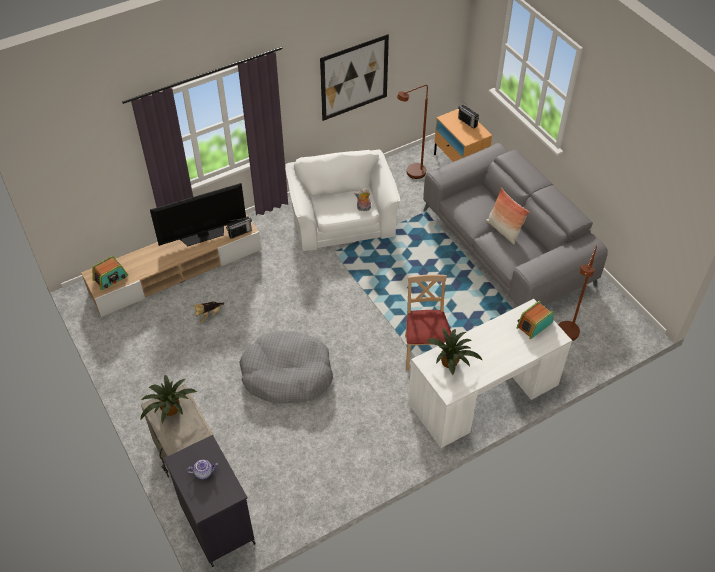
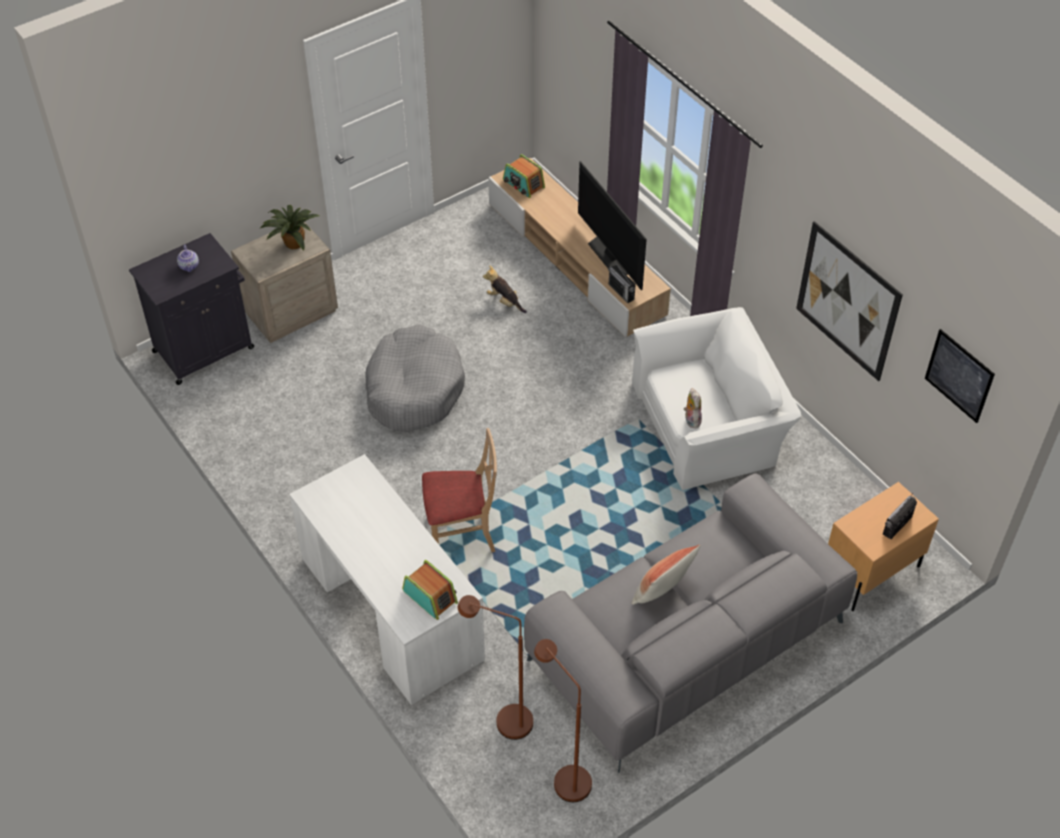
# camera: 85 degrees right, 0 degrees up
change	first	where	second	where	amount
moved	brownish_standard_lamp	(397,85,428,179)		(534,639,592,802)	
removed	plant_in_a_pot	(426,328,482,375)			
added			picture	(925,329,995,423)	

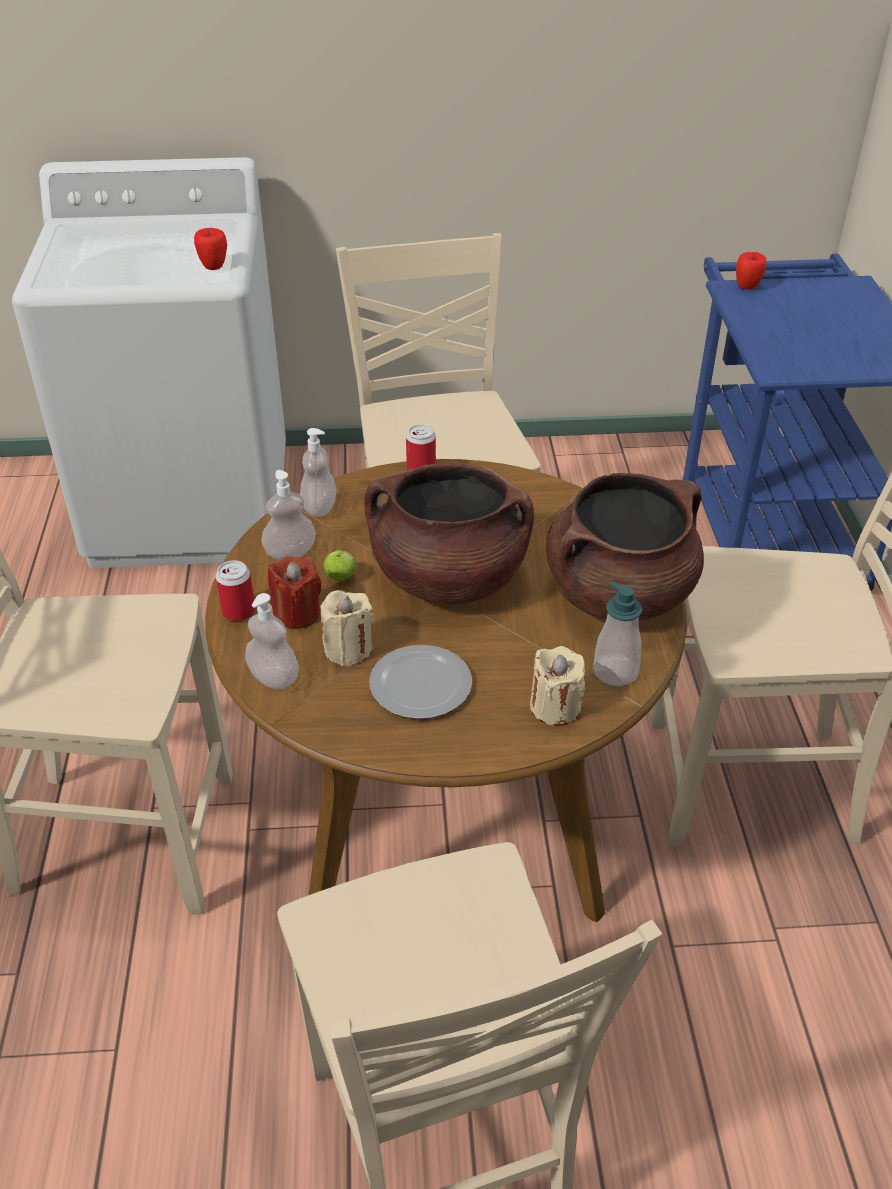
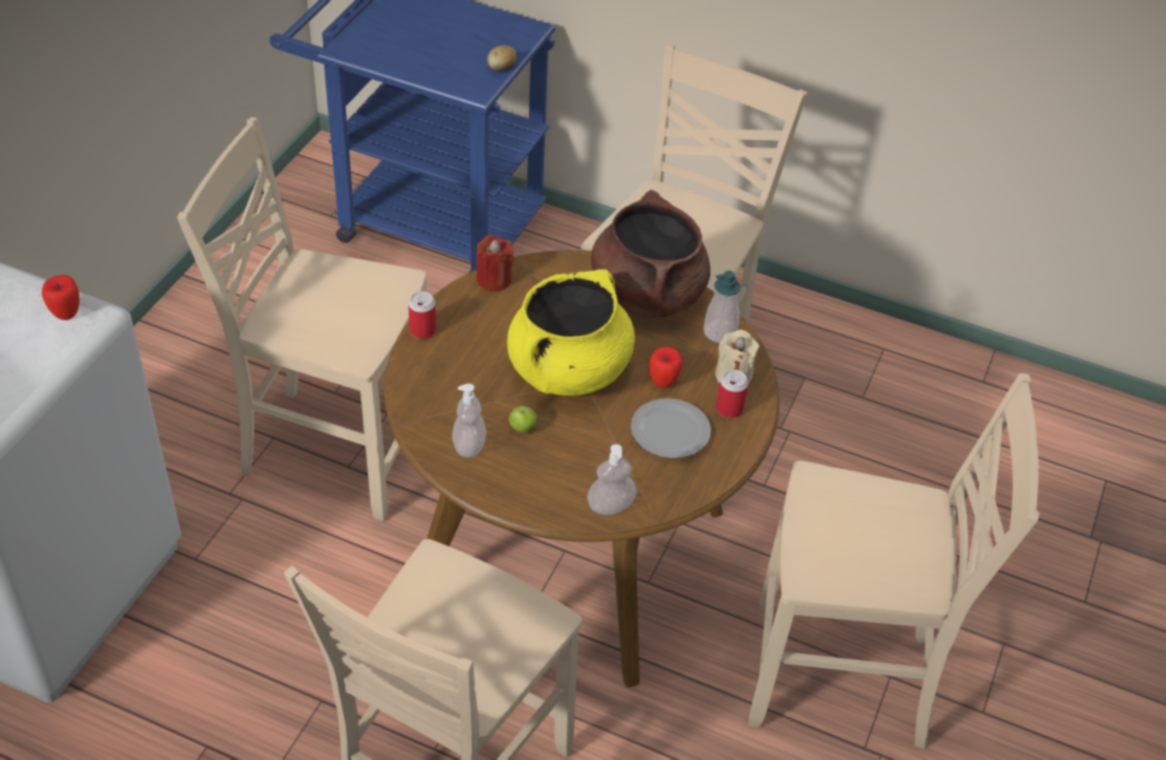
# camera: 65 degrees left, 5 degrees up
change	first	where	second	where	amount
moved	metal_can	(215,560,255,621)		(716,369,748,418)	
moved	red_candle	(268,556,321,629)		(476,235,514,291)	
removed	soap_bottle	(300,428,336,517)			
removed	beige_candle	(321,590,373,666)			
recoloured	brownish_stockpot	(364,462,534,604)	yellowish_stockpot	(507,269,635,396)	
moved	whole_apple	(736,252,767,289)		(649,347,683,388)	
added			spud	(487,45,516,70)	

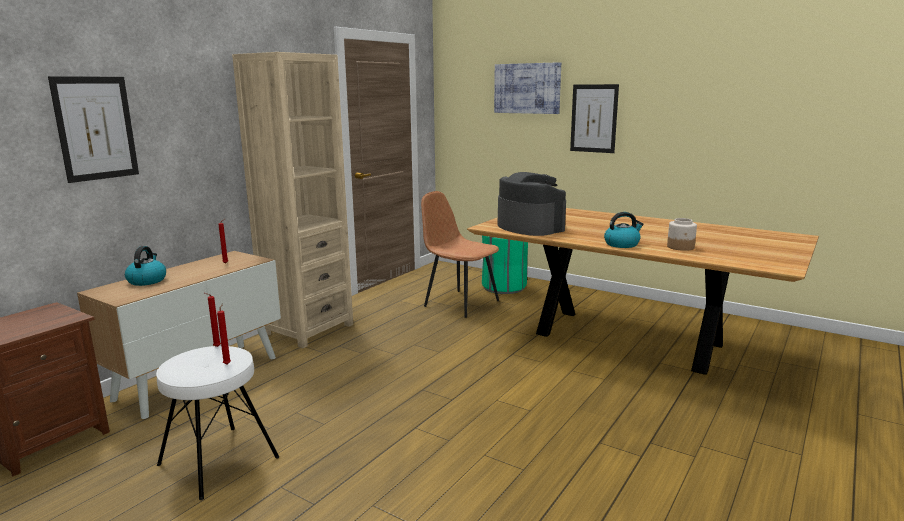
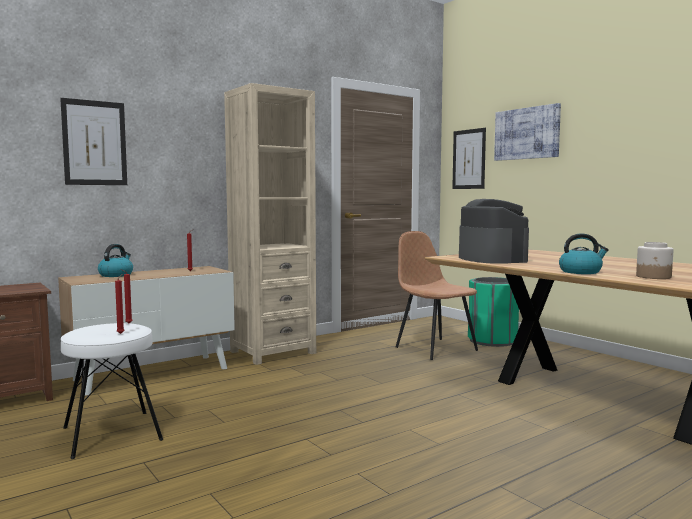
# camera: 20 degrees right, 10 degrees down
change	first	where	second	where	amount
moved	picture	(570,84,619,153)		(452,128,486,189)	

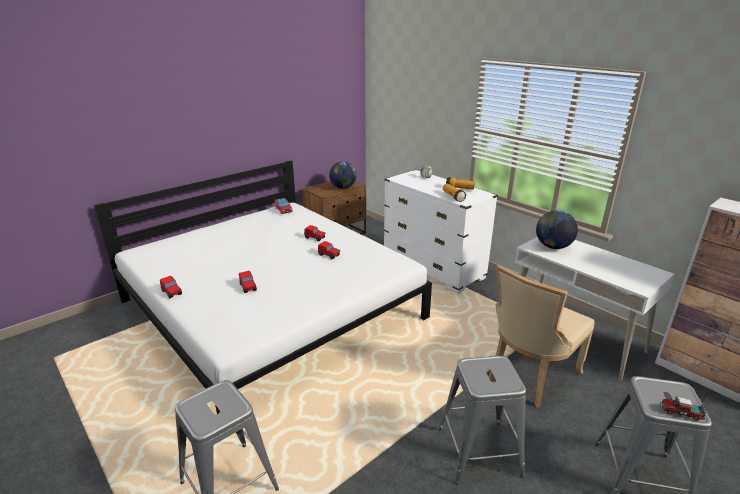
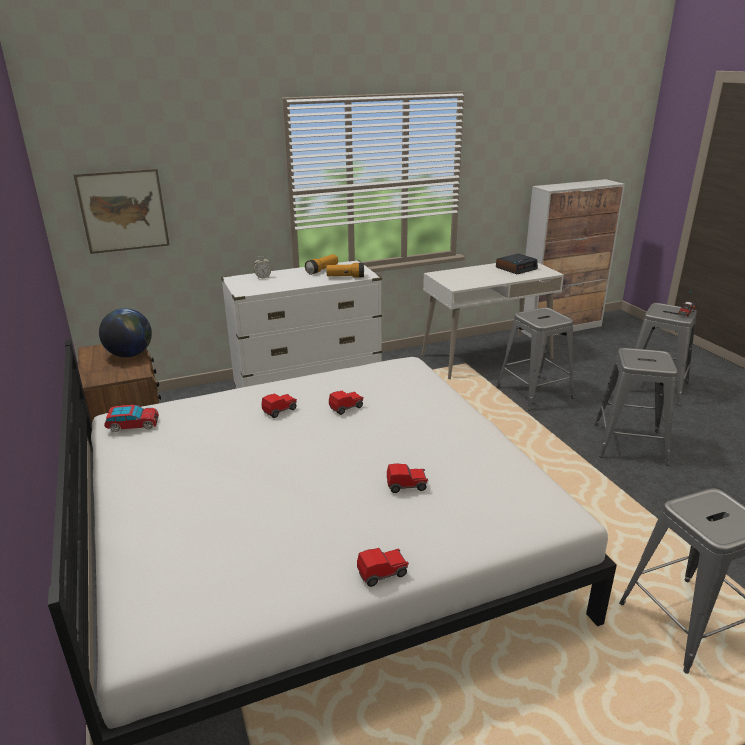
# camera: 70 degrees left, 0 degrees up
change	first	where	second	where	amount
replaced	beige_upright_chair	(488,265,594,407)	greyish_stool_seat	(496,307,574,411)	
removed	world_globe	(536,210,578,249)			
added			picture	(73,169,170,254)	
added			table_clock	(496,254,538,274)	

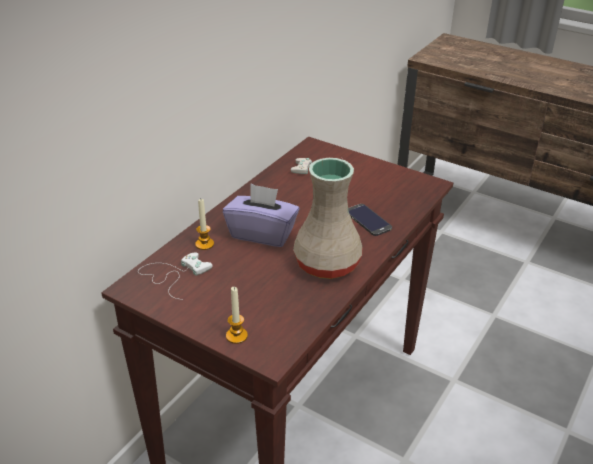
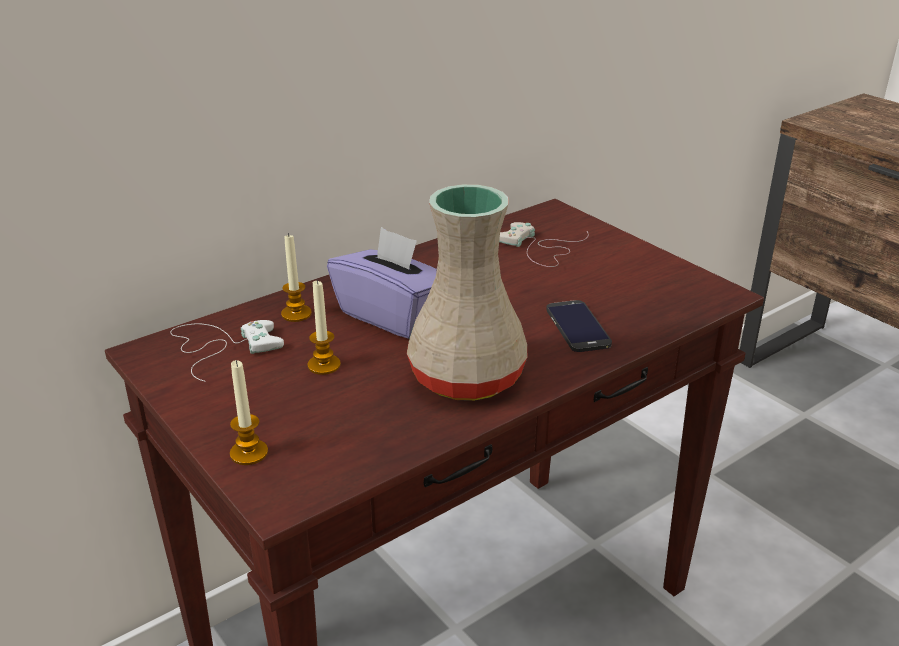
# camera: 20 degrees right, 5 degrees down
change	first	where	second	where	amount
added			candle	(308,280,341,375)	

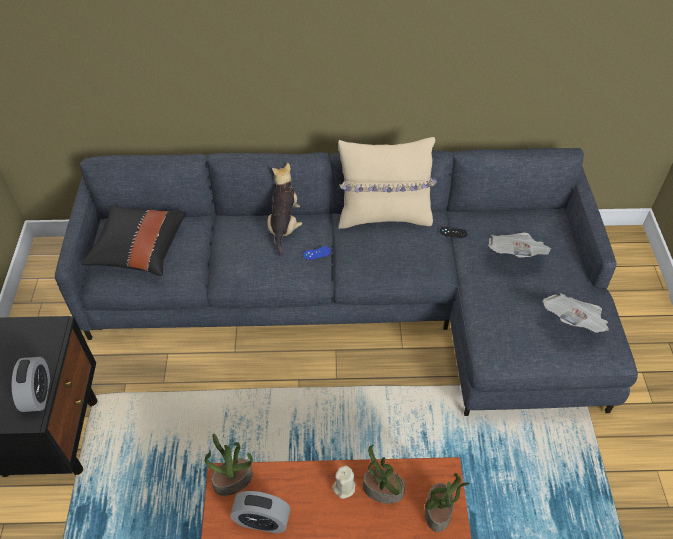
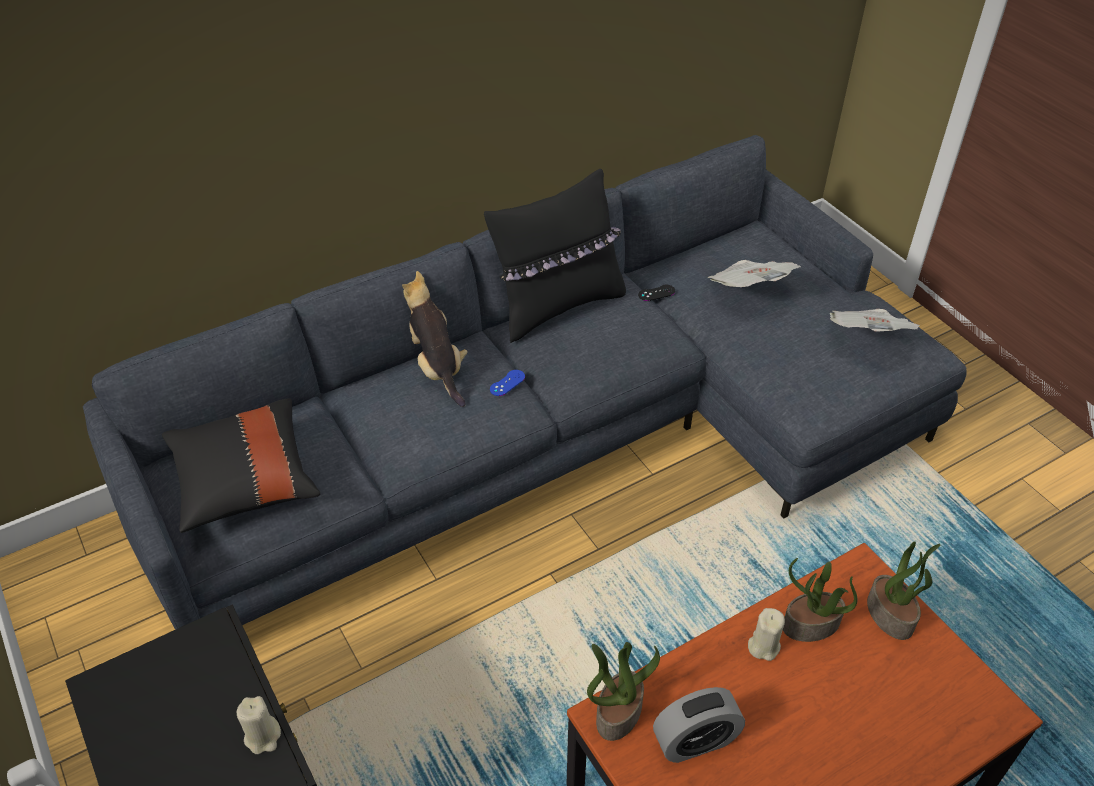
# camera: 30 degrees left, 5 degrees down
change	first	where	second	where	amount
replaced	table_clock	(12,357,50,412)	beige_candle	(237,696,281,754)	
recoloured	beige_cushion	(338,137,437,229)	blackish_cushion	(484,169,626,343)	

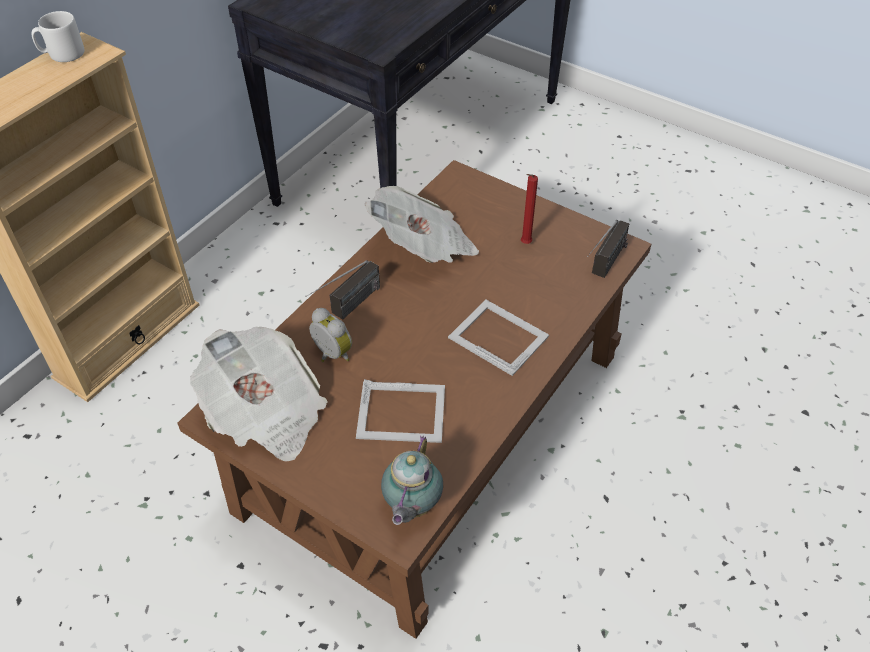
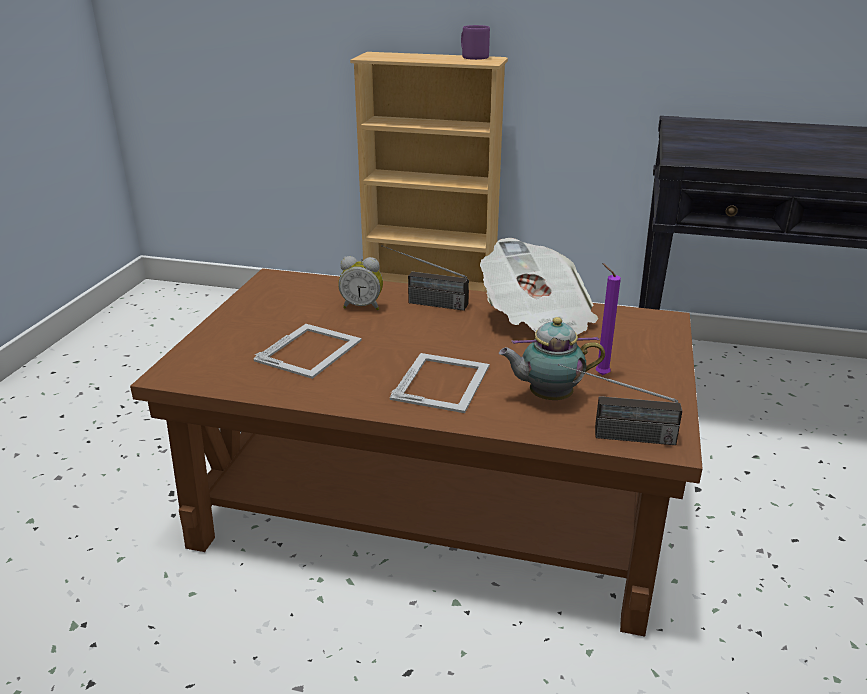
# camera: 70 degrees right, 20 degrees down
change	first	where	second	where	amount
recoloured	greyish_tea_mug	(31,11,84,62)	purple-coloured_tea_mug	(461,25,490,60)	
removed	newspaper	(190,327,328,462)			
turned	table_clock	(309,308,352,362)		(338,256,383,311)	75 degrees clockwise
turned	picture_frame	(356,379,445,443)		(253,324,362,379)	135 degrees counterclockwise
moved	tea_pot	(381,436,443,525)		(499,317,605,400)	
recoloured	red_candle	(521,174,538,244)	purple-coloured_candle	(596,263,621,375)	

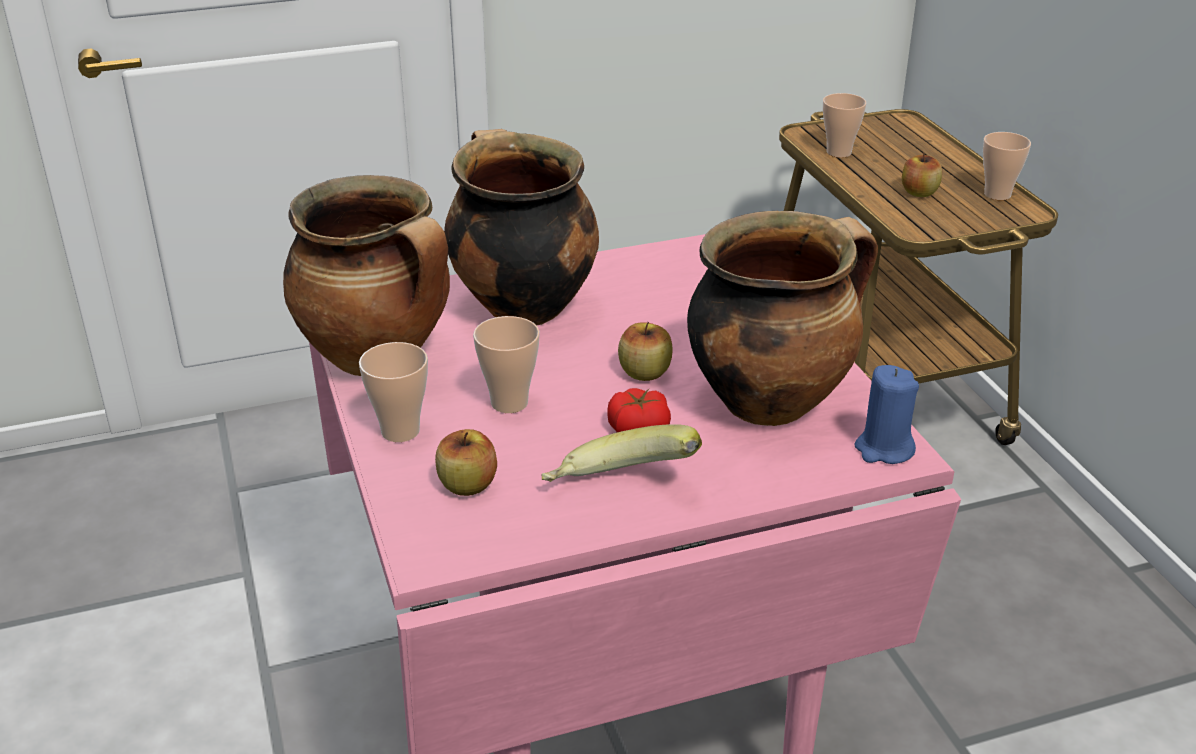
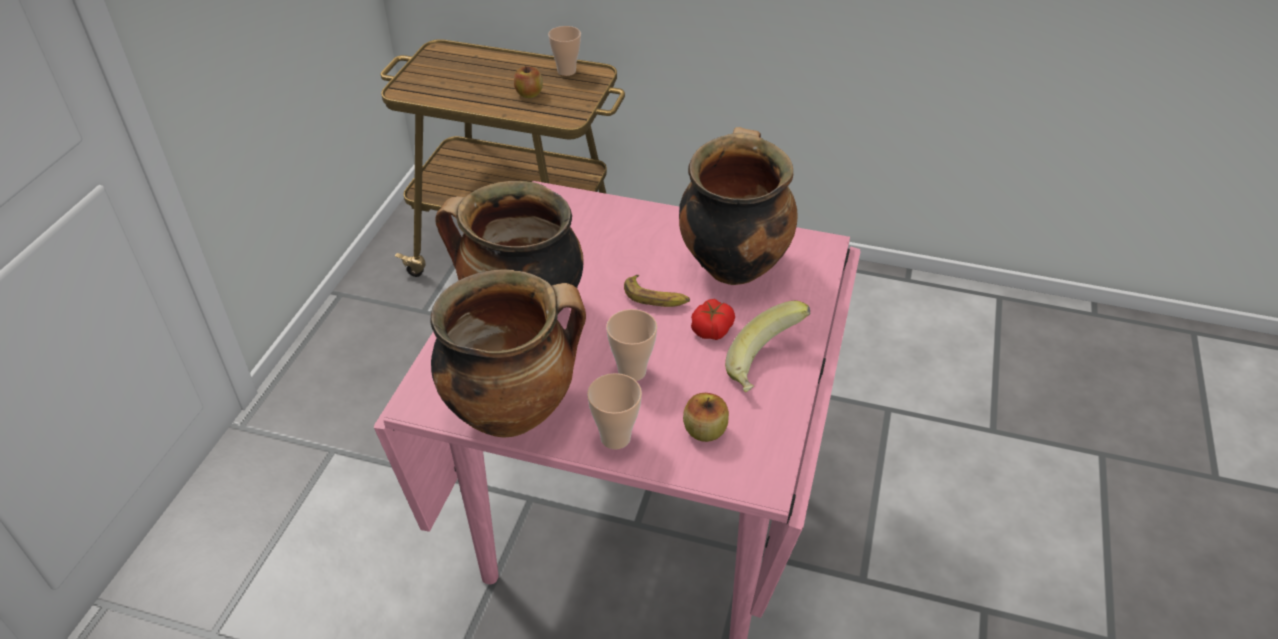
# camera: 55 degrees left, 10 degrees up
change	first	where	second	where	amount
replaced	whole_apple	(618,322,672,381)	whole_banana	(624,275,690,307)	
removed	cup	(823,93,867,158)			
removed	blue_candle	(854,365,919,464)			

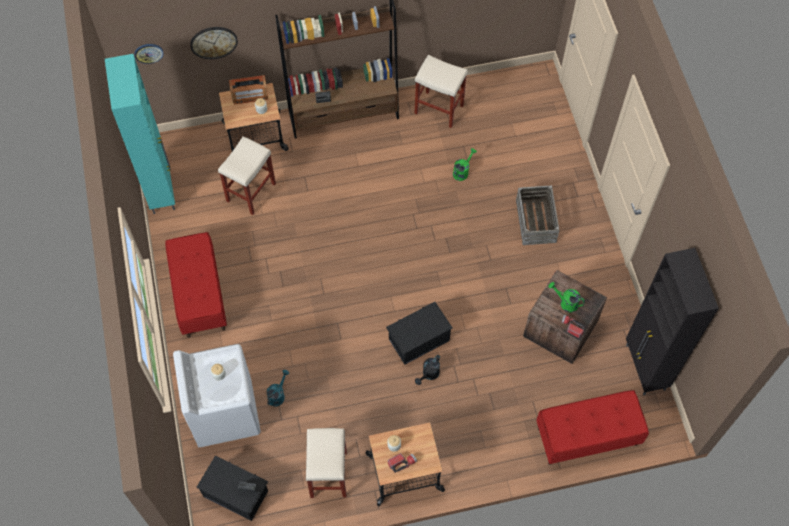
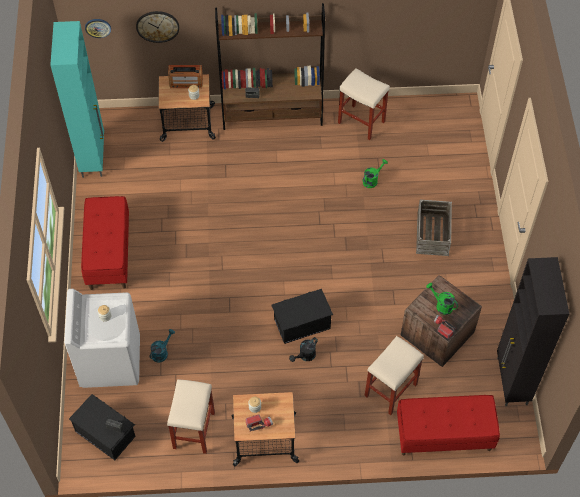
# camera: 10 degrees right, 5 degrees down
change	first	where	second	where	amount
moved	beige_stool_seat	(218,136,276,215)		(364,336,424,415)	

